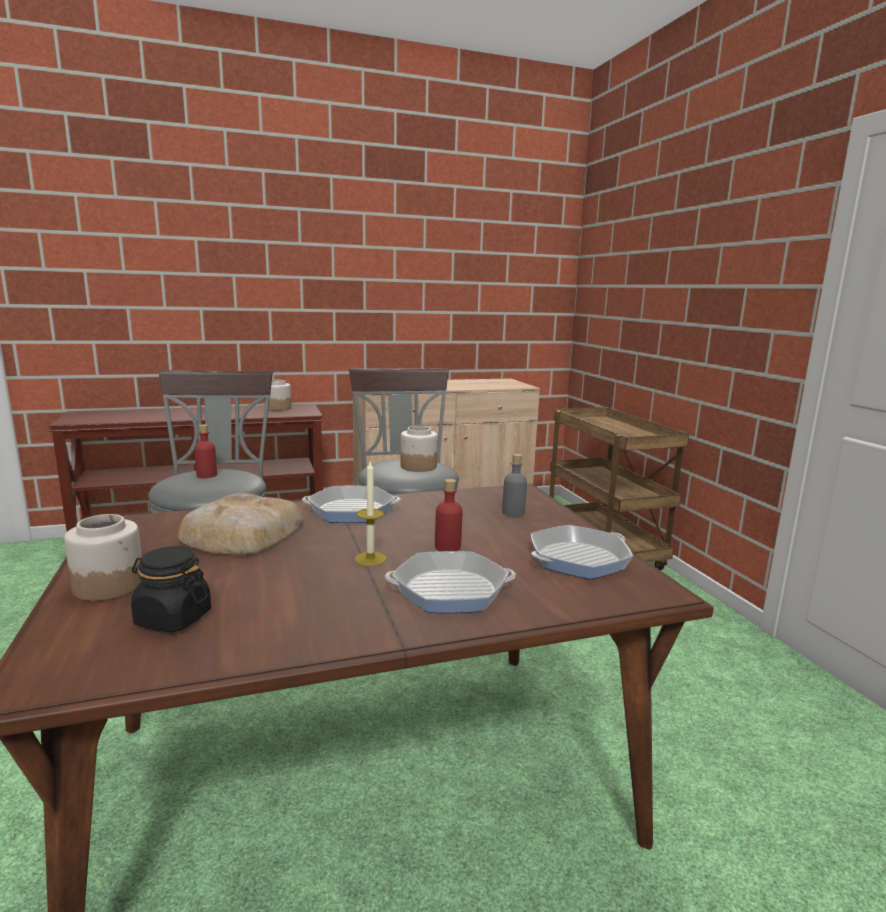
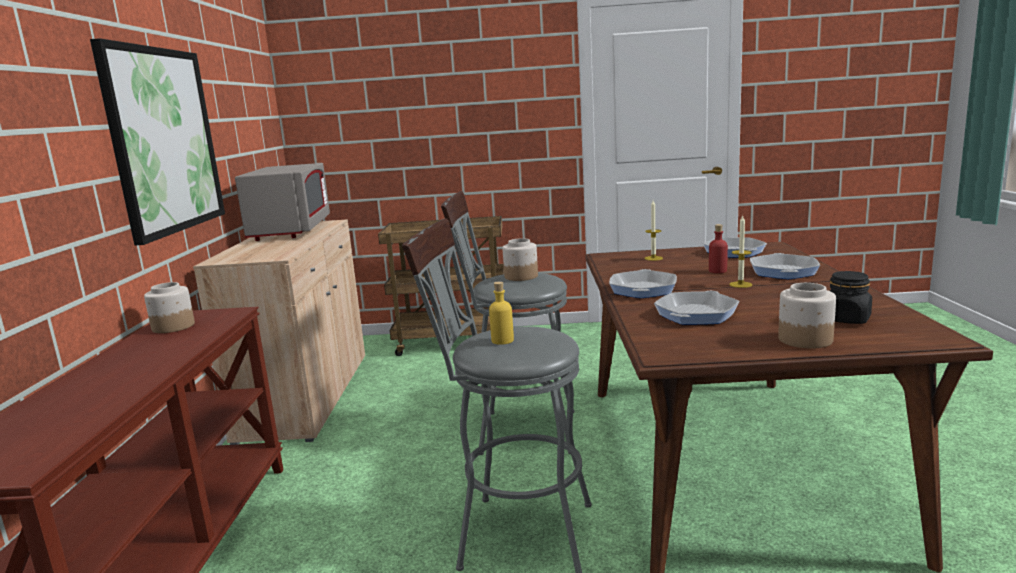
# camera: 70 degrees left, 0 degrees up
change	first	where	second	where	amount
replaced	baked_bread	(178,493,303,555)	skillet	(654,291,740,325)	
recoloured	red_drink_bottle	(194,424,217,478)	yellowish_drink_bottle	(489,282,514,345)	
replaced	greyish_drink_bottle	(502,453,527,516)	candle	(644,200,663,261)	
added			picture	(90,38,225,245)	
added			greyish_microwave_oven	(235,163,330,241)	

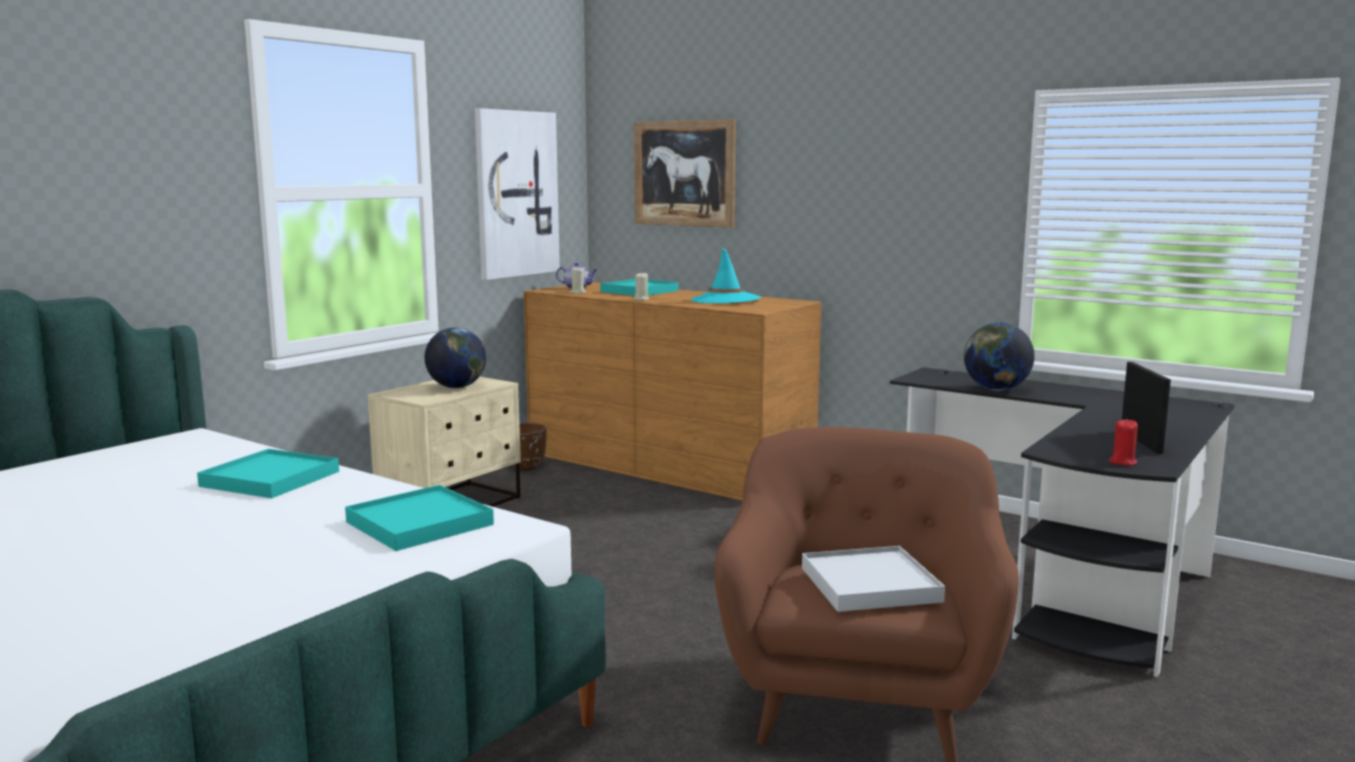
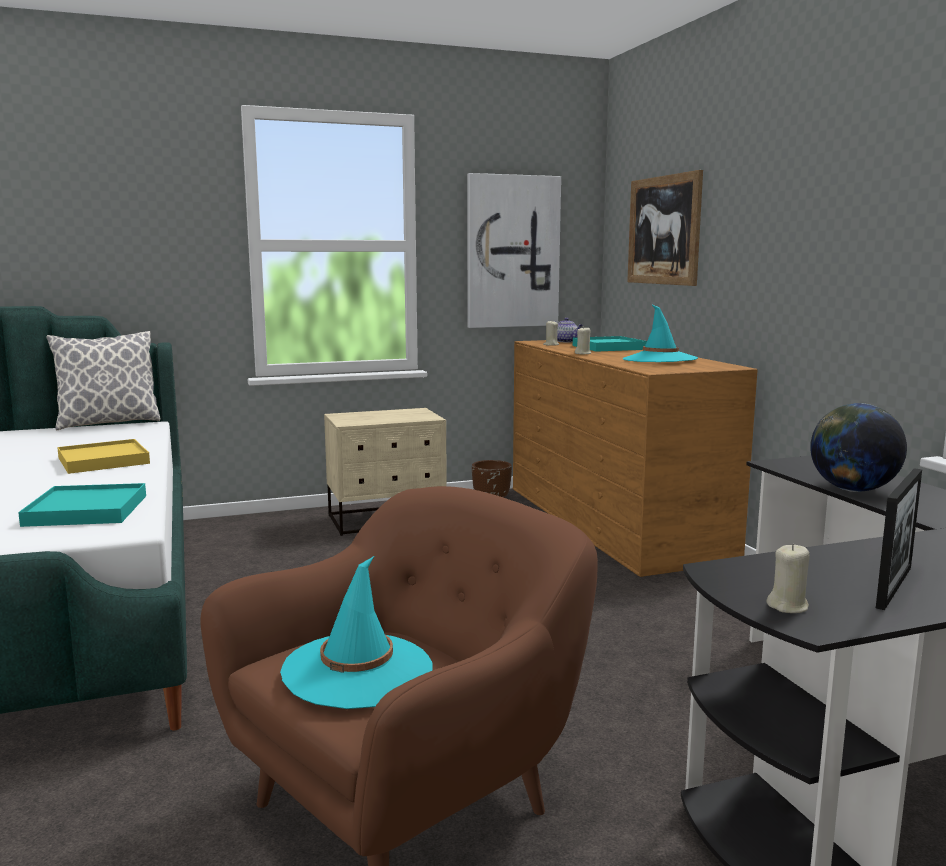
# camera: 35 degrees right, 0 degrees up
change	first	where	second	where	amount
recoloured	turquoise-coloured_serving_tray	(197,449,339,498)	yellowish_serving_tray	(57,439,150,474)	
removed	world_globe	(424,327,486,388)			
replaced	white_serving_tray	(802,546,945,612)	turquoise-coloured_hat	(280,556,433,709)	
recoloured	red_candle	(1109,419,1138,466)	beige_candle	(766,544,810,613)	
added			cushion	(46,331,161,430)	

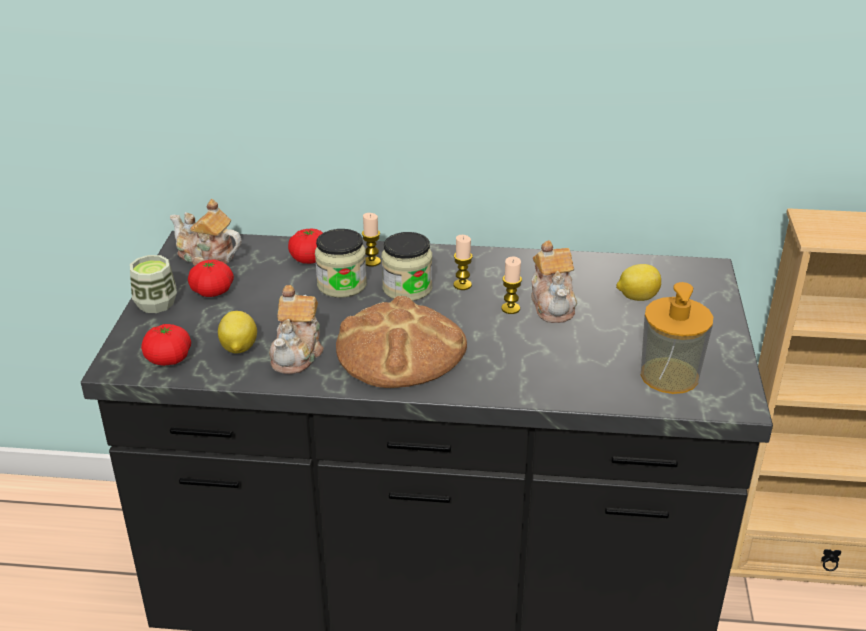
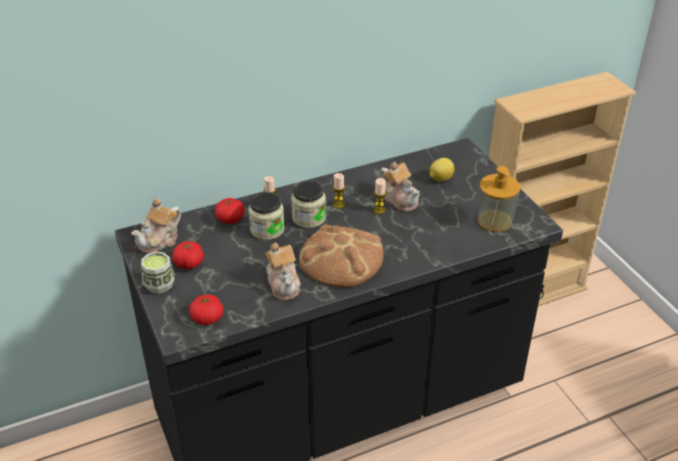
# camera: 30 degrees left, 5 degrees up
change	first	where	second	where	amount
turned	tea_pot	(170,199,242,266)		(131,199,181,254)	45 degrees counterclockwise
removed	whole_lemon	(218,311,257,353)			

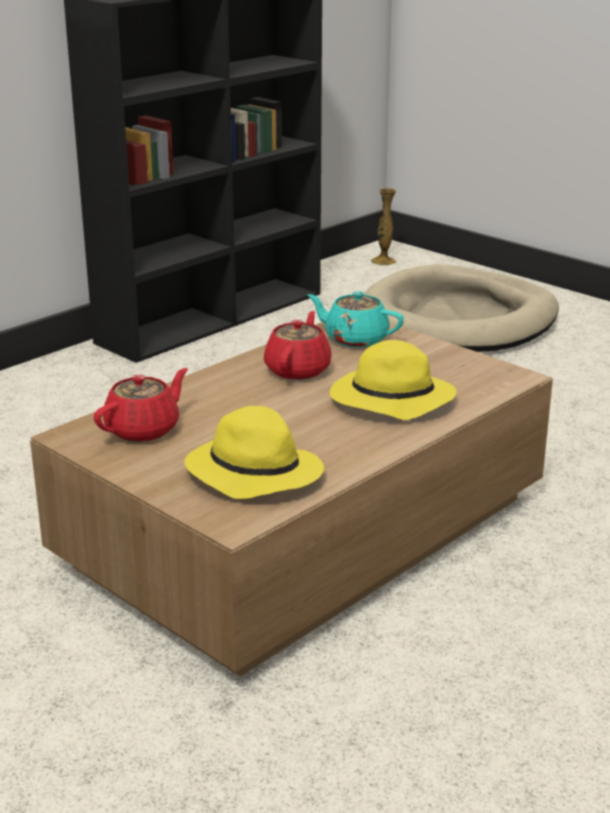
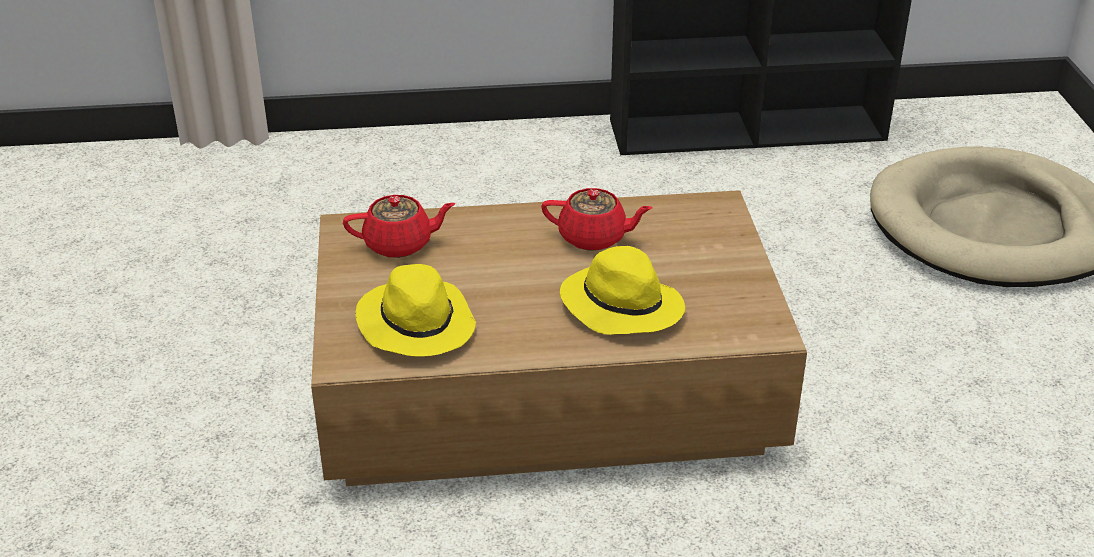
# camera: 40 degrees right, 10 degrees up
change	first	where	second	where	amount
turned	red_tea_pot	(264,311,332,380)		(541,188,653,250)	45 degrees clockwise
removed	turquoise-coloured_tea_pot	(307,291,404,348)			
removed	vase	(371,188,396,265)			

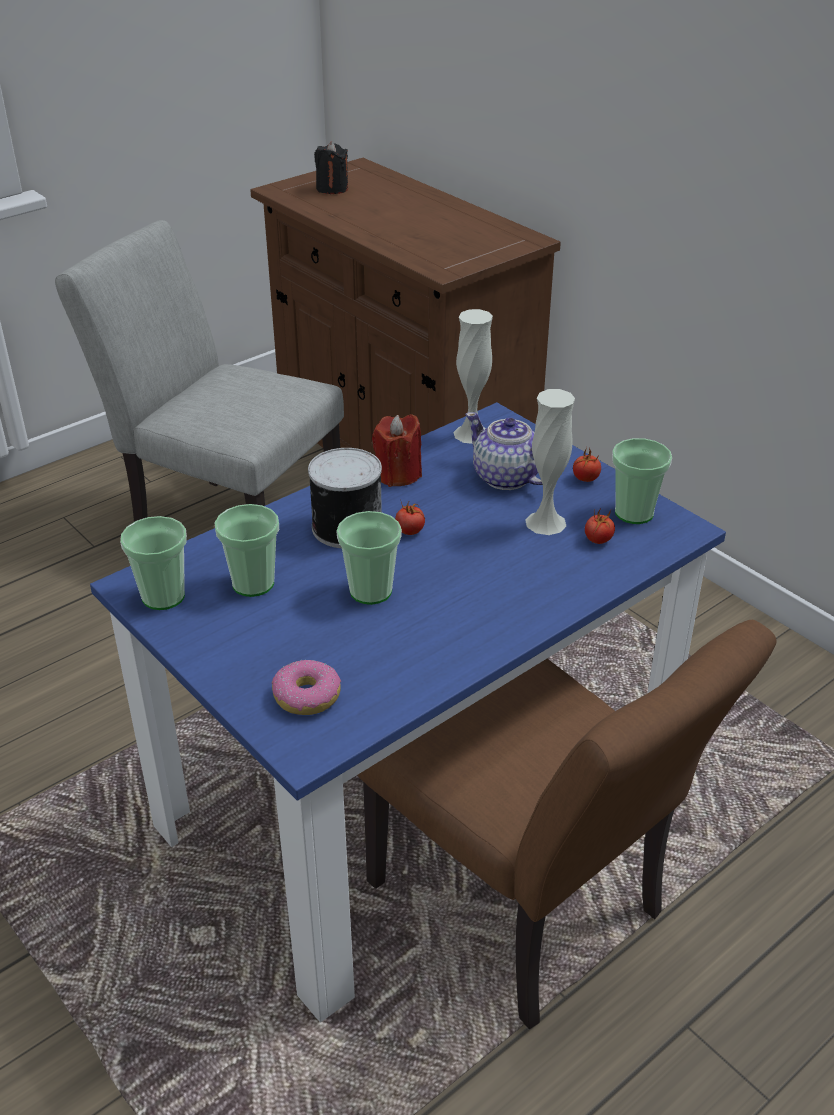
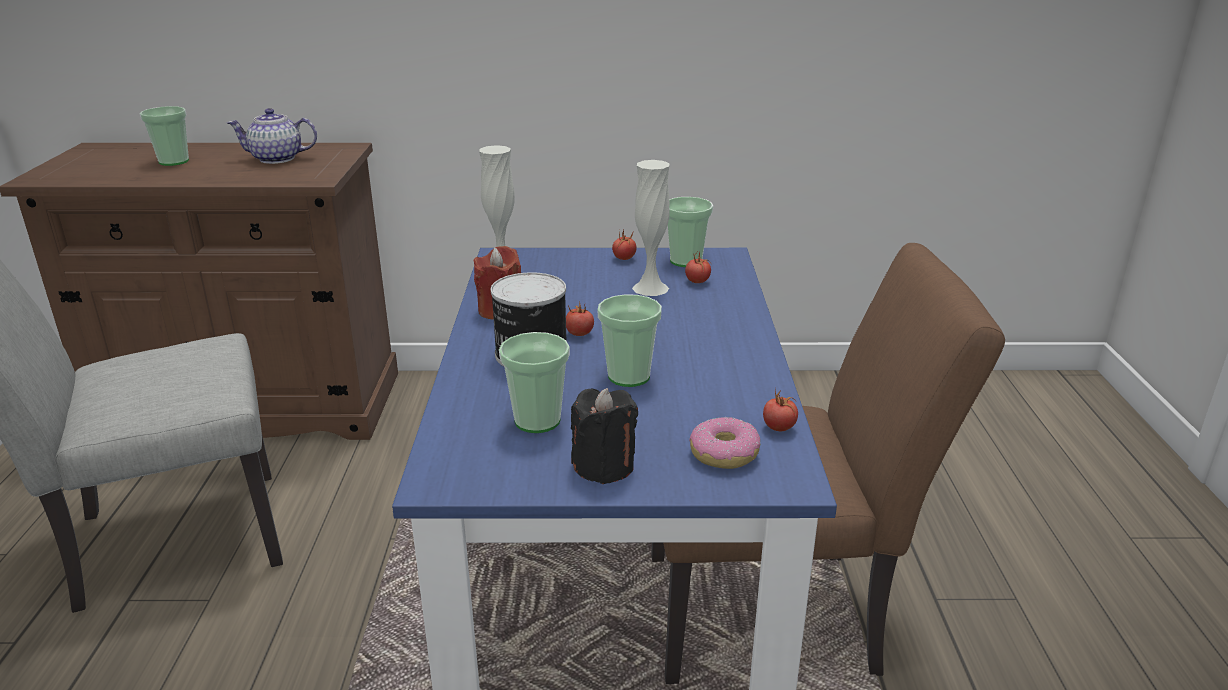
# camera: 50 degrees left, 10 degrees down
change	first	where	second	where	amount
moved	cup	(120,516,187,610)		(140,106,189,166)	
moved	blackish_candle	(314,142,348,194)		(571,388,638,484)	
moved	tea_pot	(465,412,543,490)		(227,108,317,164)	
added			whole_tomato	(763,389,798,431)	

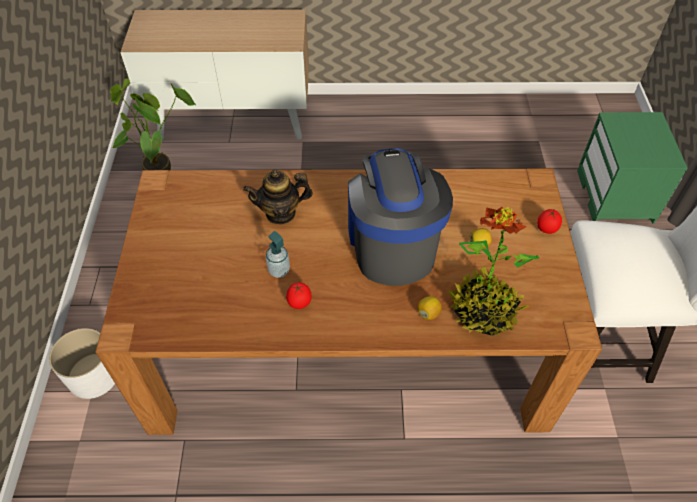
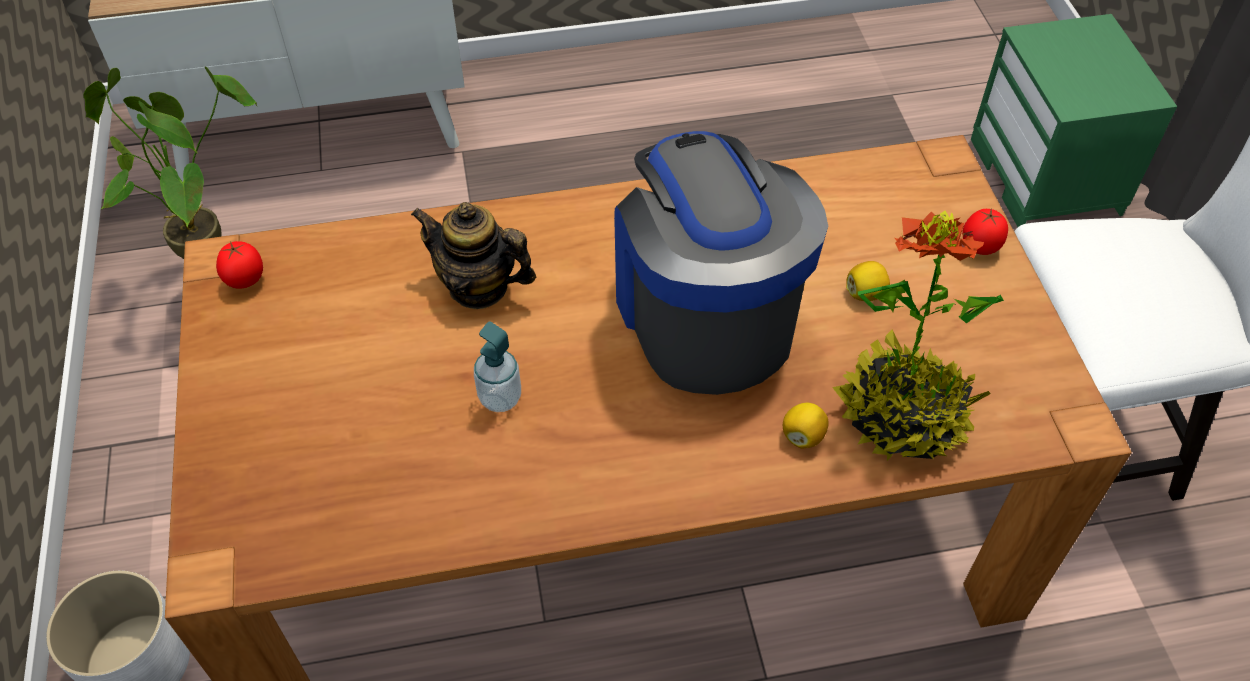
# camera: 10 degrees left, 0 degrees up
change	first	where	second	where	amount
turned	tea_pot	(243,170,313,224)		(411,202,536,309)	45 degrees clockwise
moved	whole_tomato	(286,282,312,309)		(216,241,263,289)	

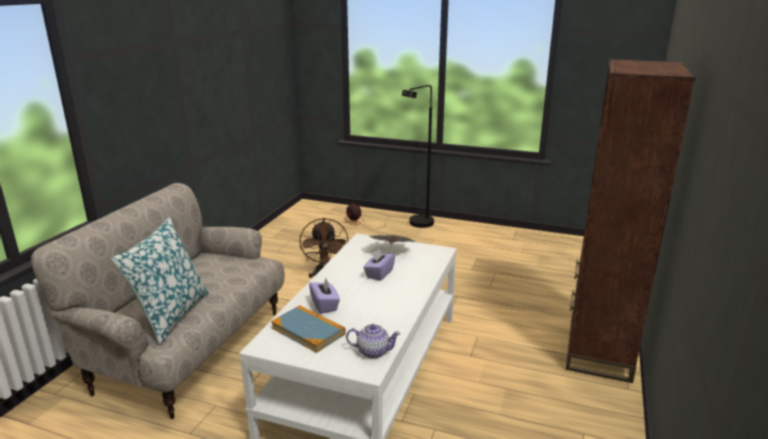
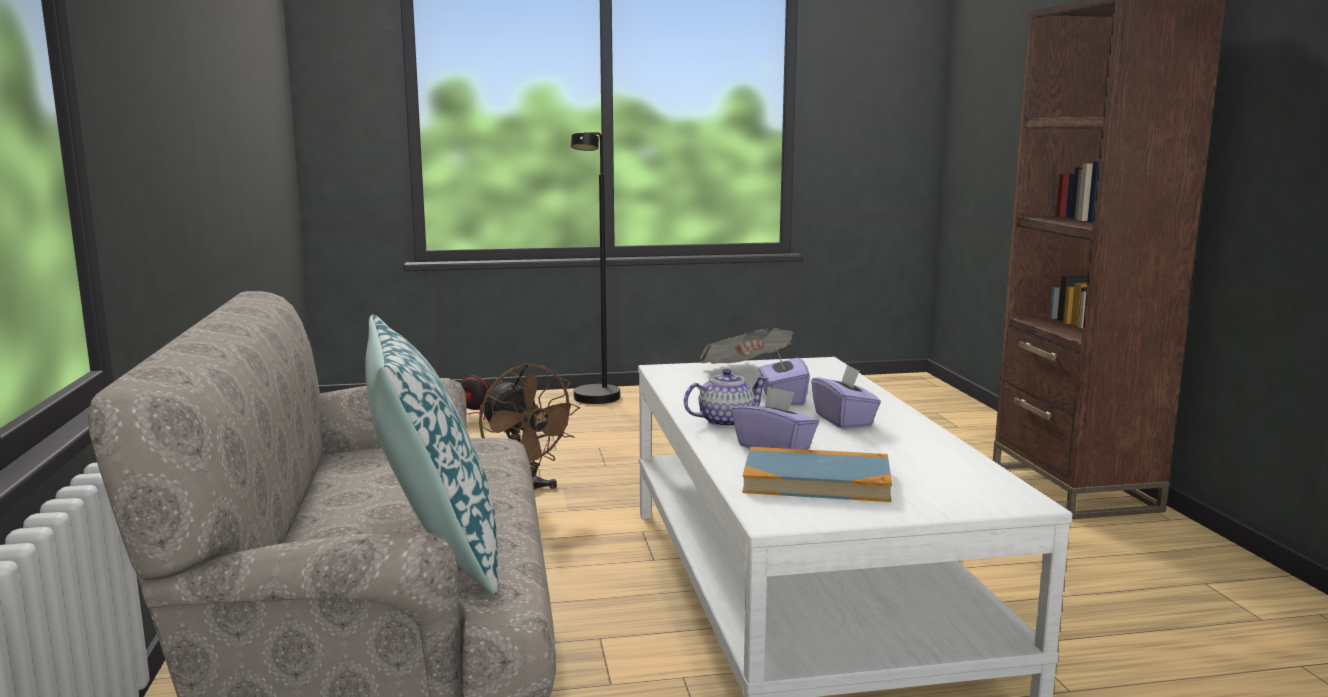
# camera: 30 degrees left, 10 degrees down
change	first	where	second	where	amount
moved	tea_pot	(346,324,401,358)		(684,368,769,427)	
added			purple-coloured_box_of_tissues	(811,364,881,429)	

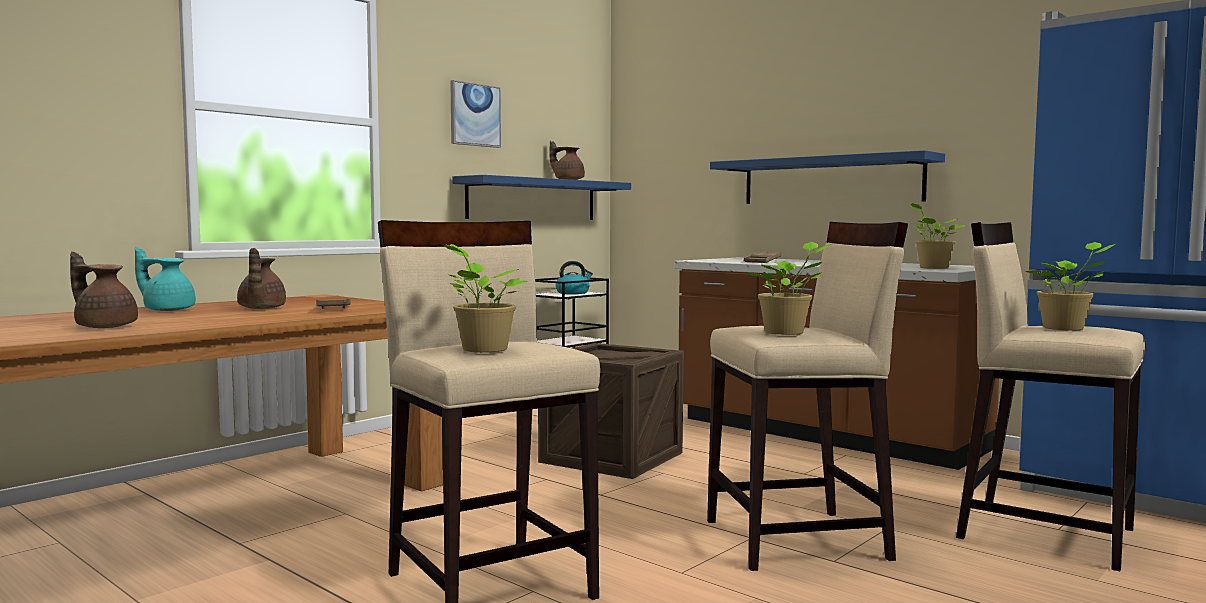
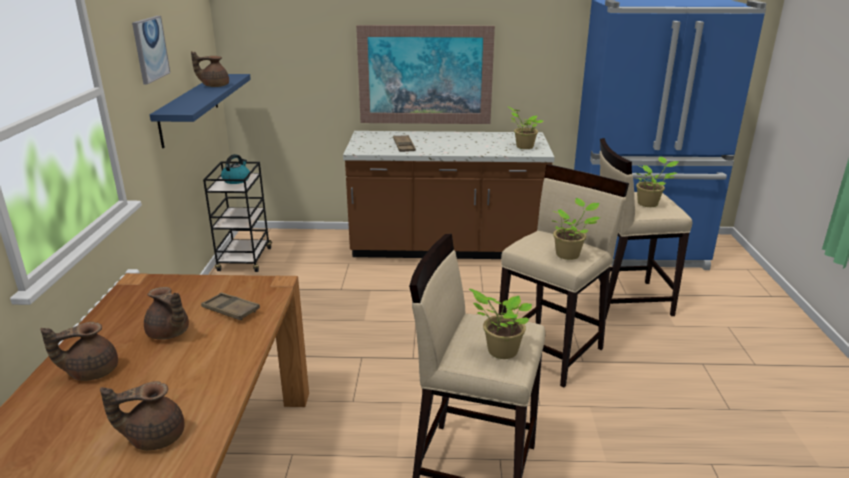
# camera: 40 degrees left, 20 degrees up
change	first	where	second	where	amount
recoloured	turquoise-coloured_tea_pot	(135,247,196,311)	brownish_tea_pot	(40,322,118,381)	
removed	shipping_crate	(538,343,684,479)			
replaced	blue_wall_shelf	(710,150,945,204)	picture	(356,25,495,124)	

